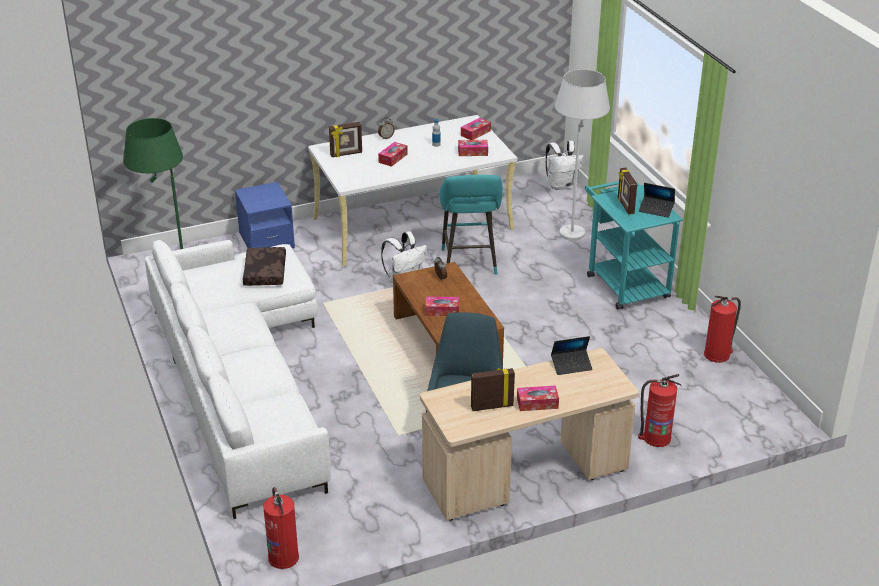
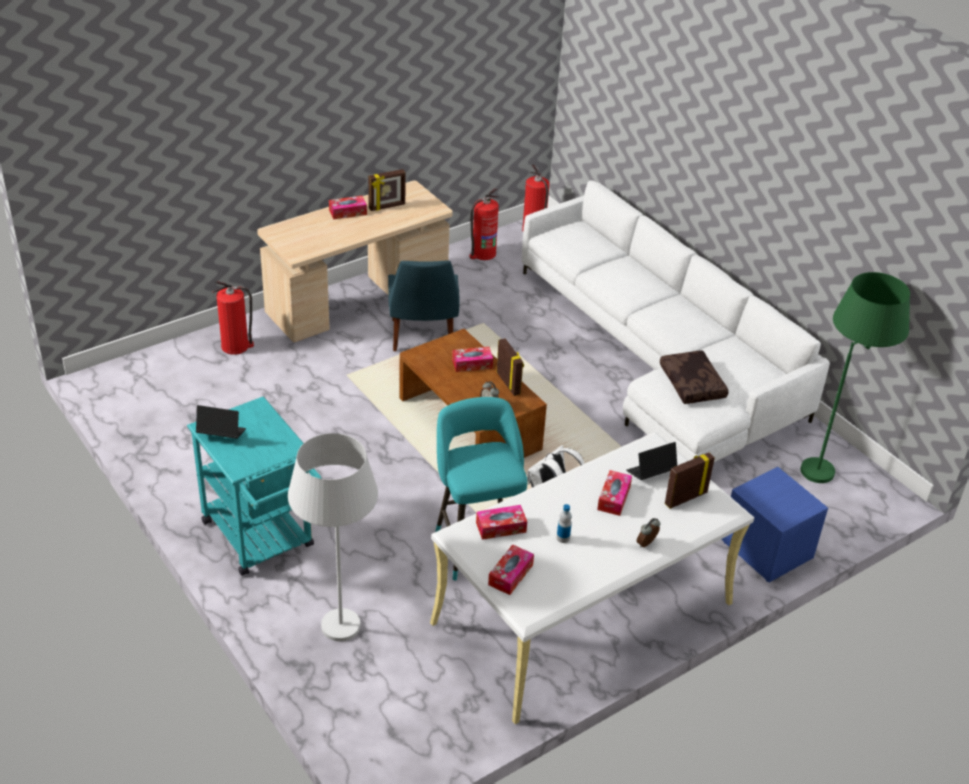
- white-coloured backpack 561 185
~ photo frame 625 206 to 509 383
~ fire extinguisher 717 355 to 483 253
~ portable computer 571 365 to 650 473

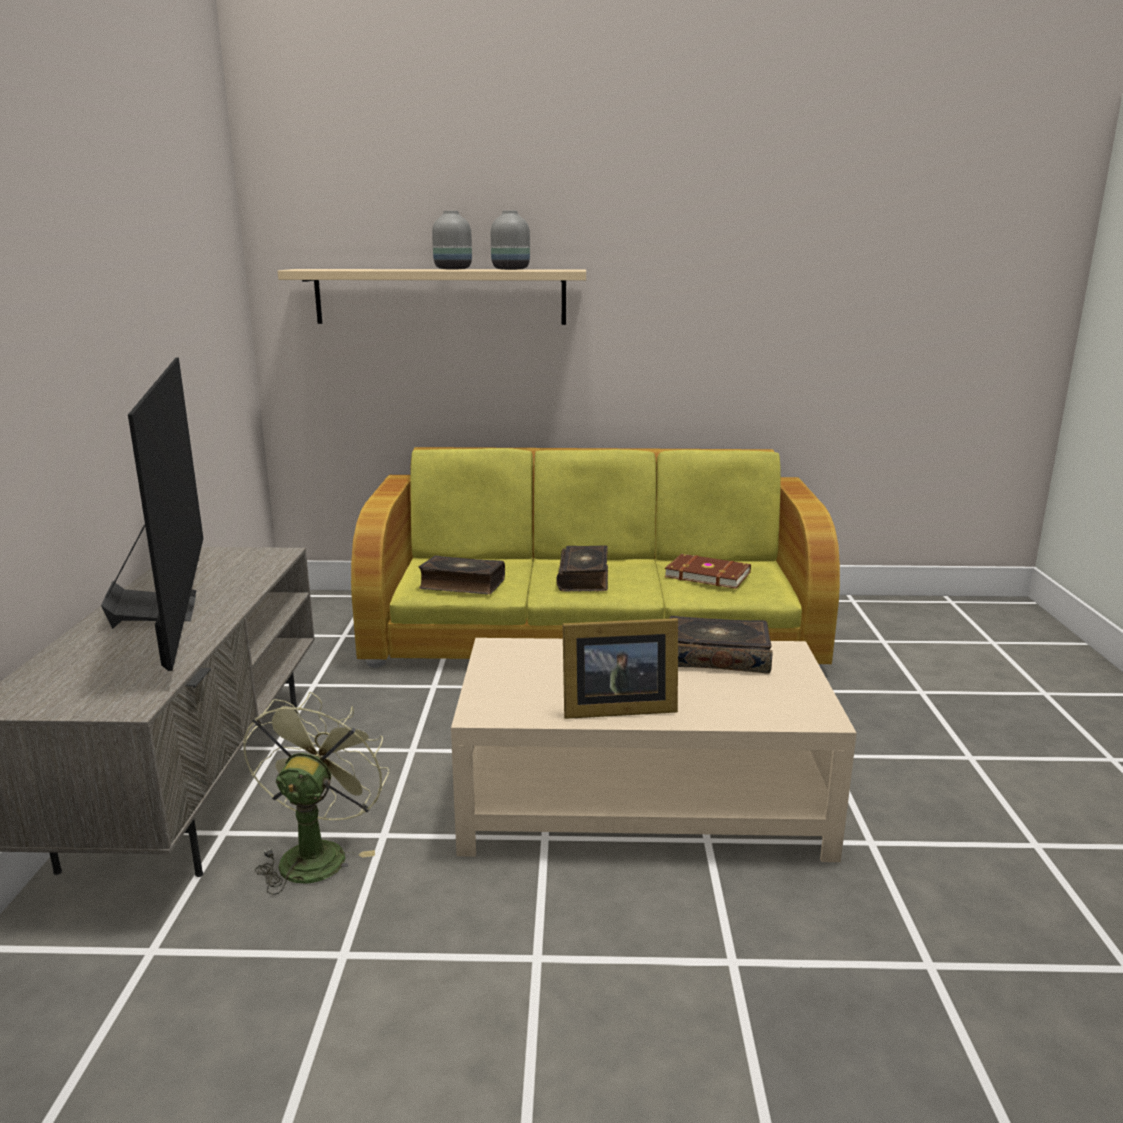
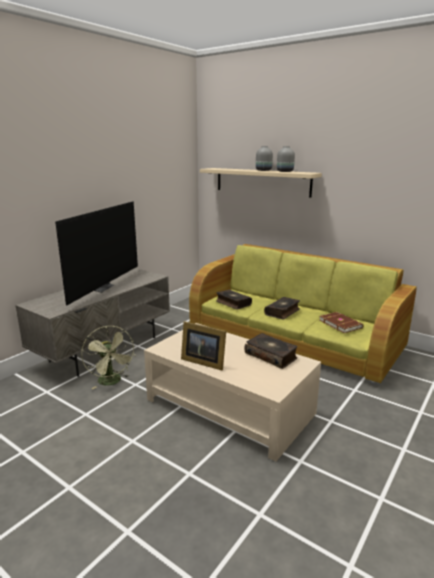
~ green fan 316 853 = 112 382 105 degrees clockwise

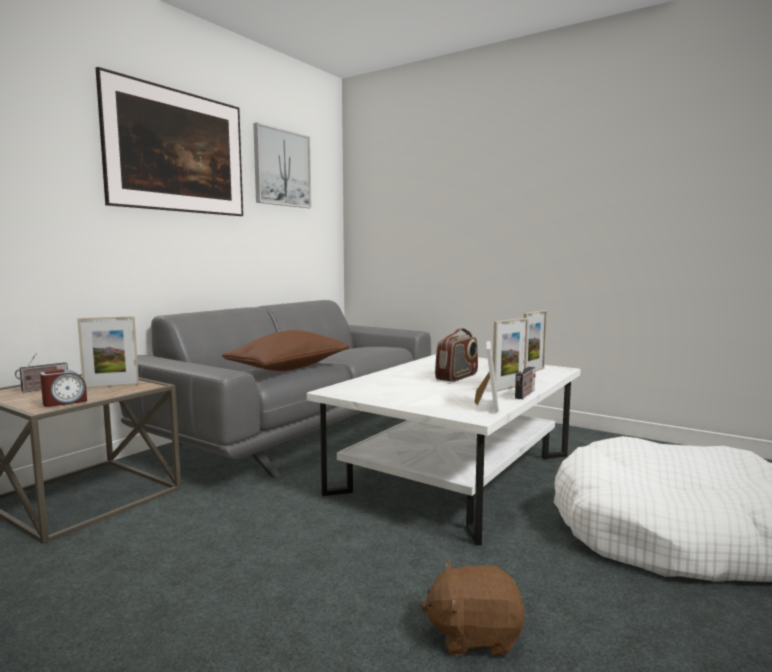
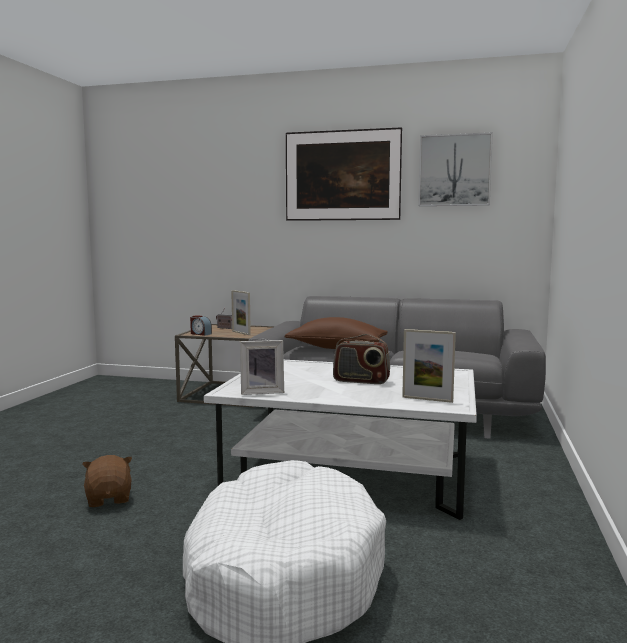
- photo frame 509 388
- radio set 525 395

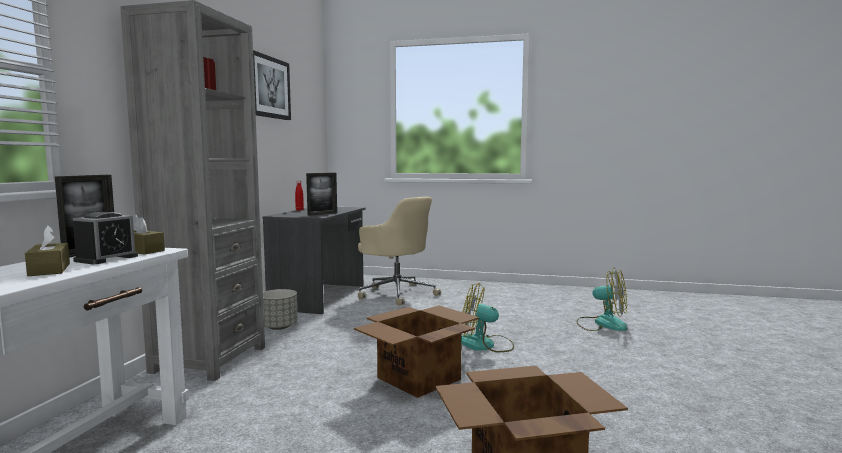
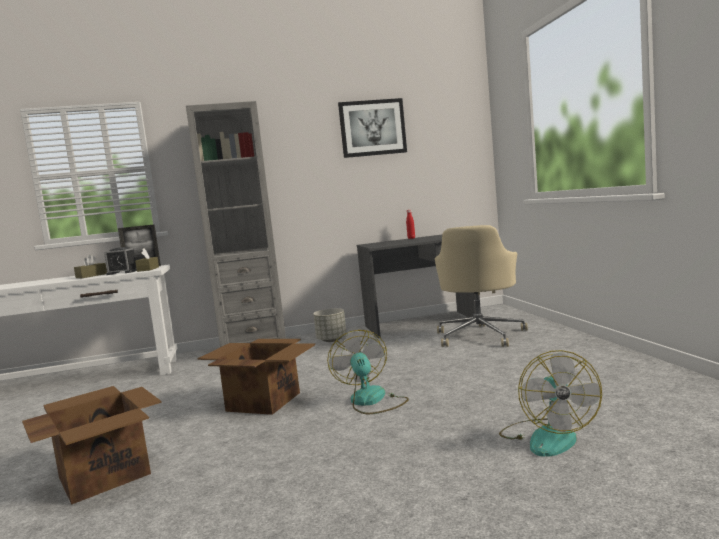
- photo frame 322 214

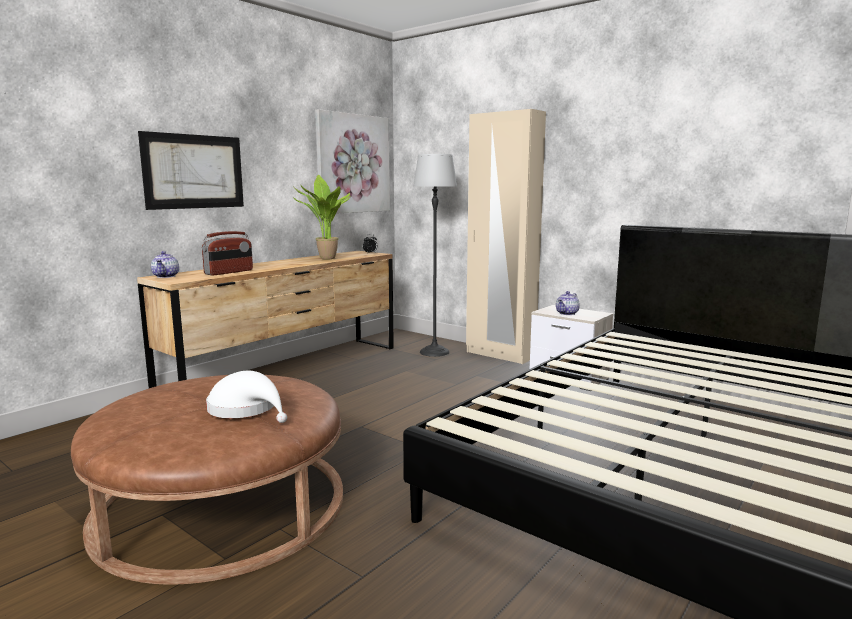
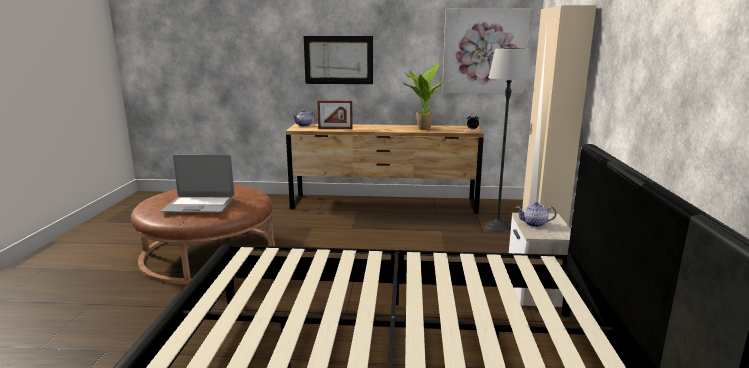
~ radio set 229 272 to photo frame 335 128
~ white-coloured wearable hat 246 409 to portable computer 199 205

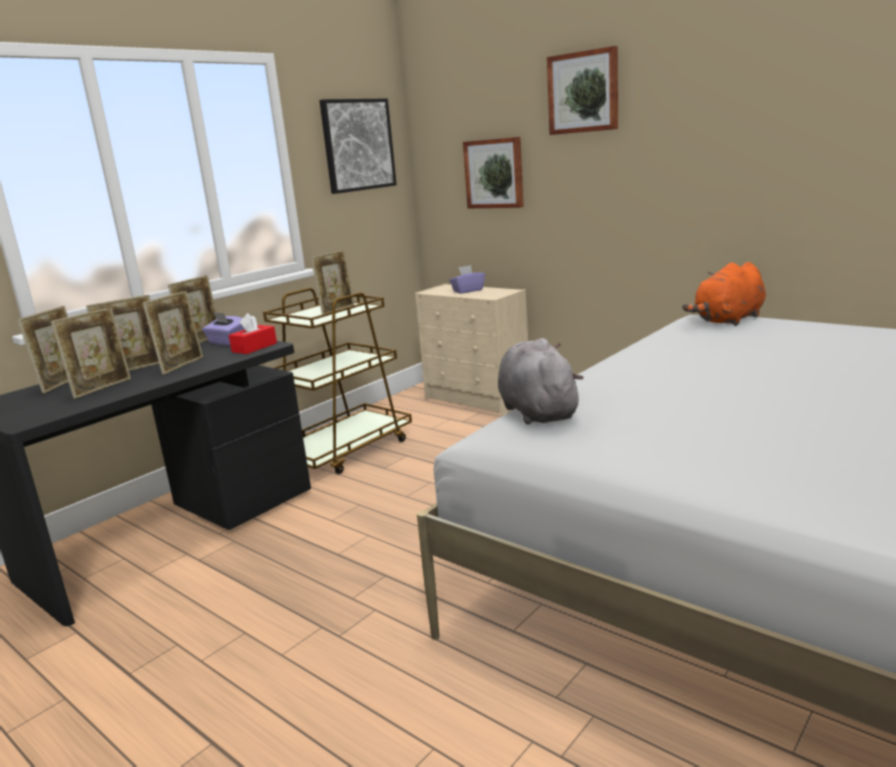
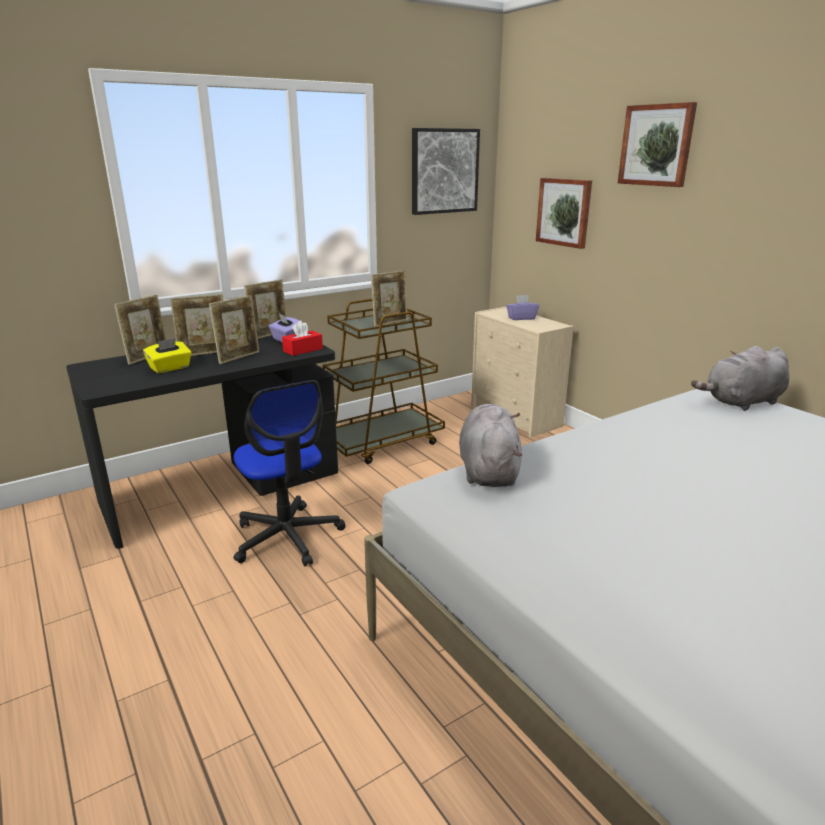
~ orange-coloured plush toy 728 320 to greyish plush toy 741 402
~ photo frame 102 388 to yellow-coloured box of tissues 170 368
+ computer chair 287 537

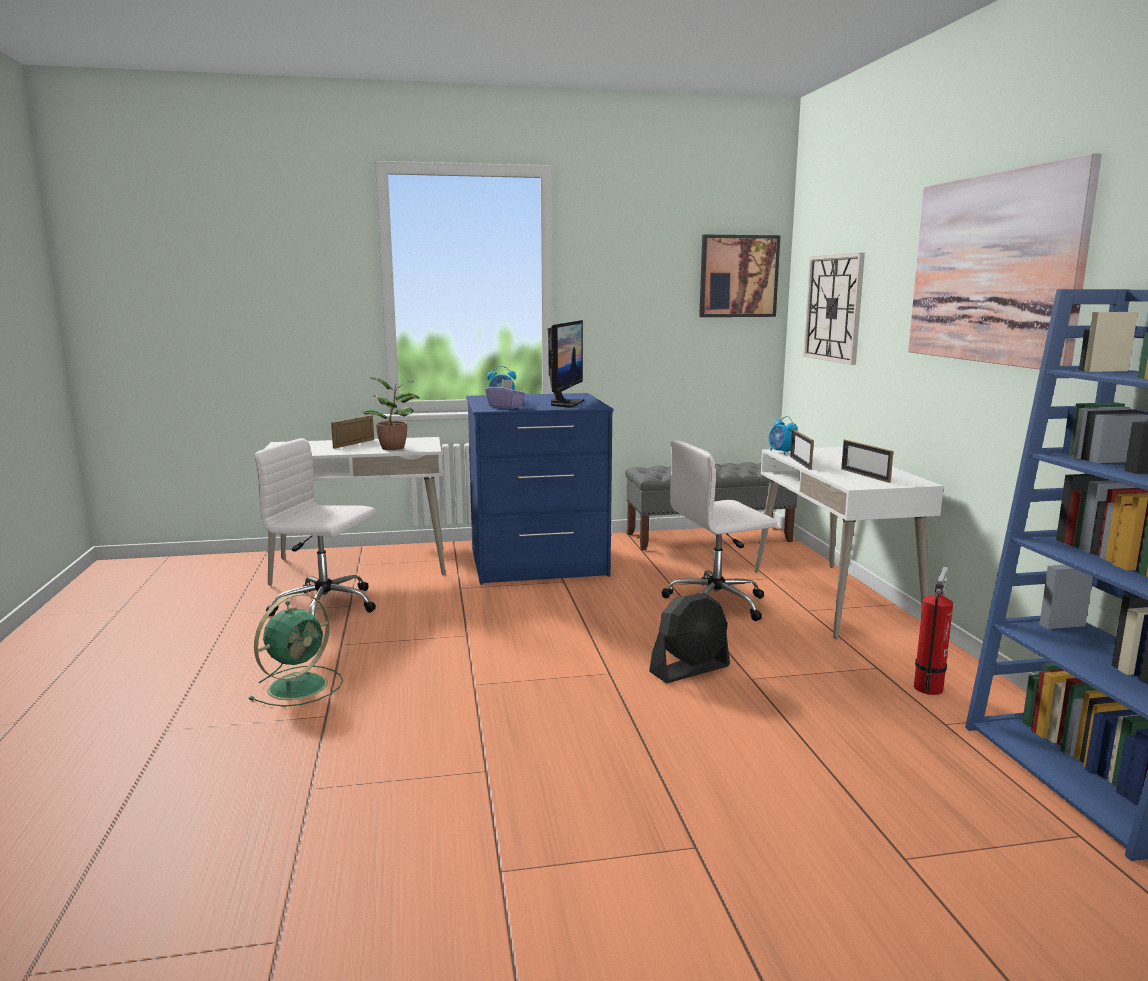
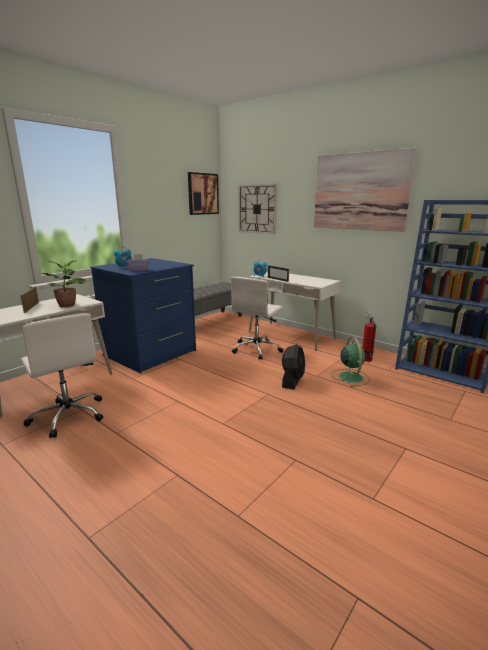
- computer display 565 403
~ white-coloured computer chair 327 607 = 68 415 105 degrees counterclockwise
- photo frame 865 475
~ green fan 300 685 to 350 377

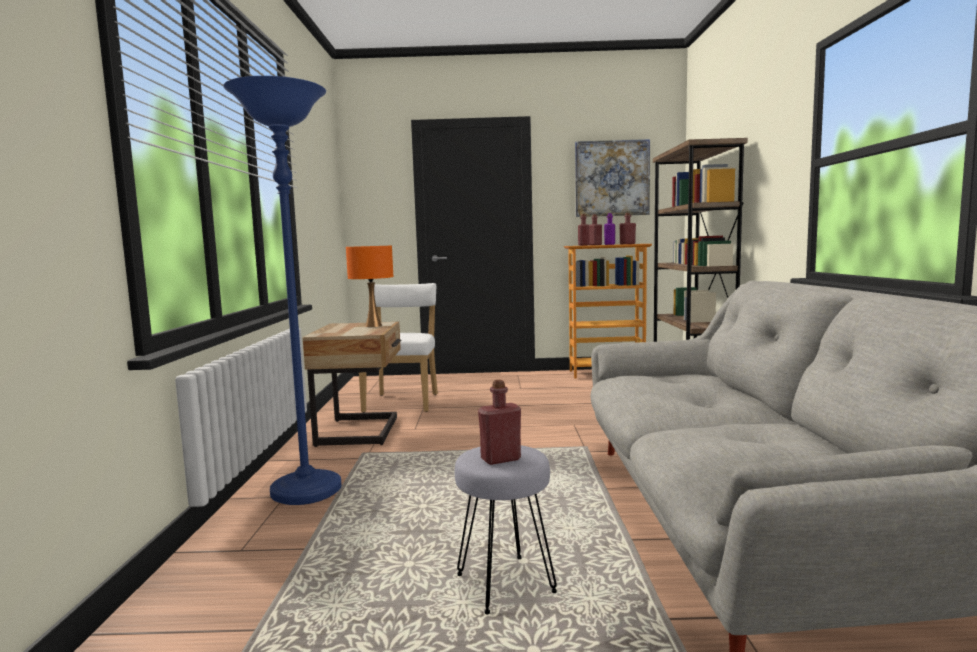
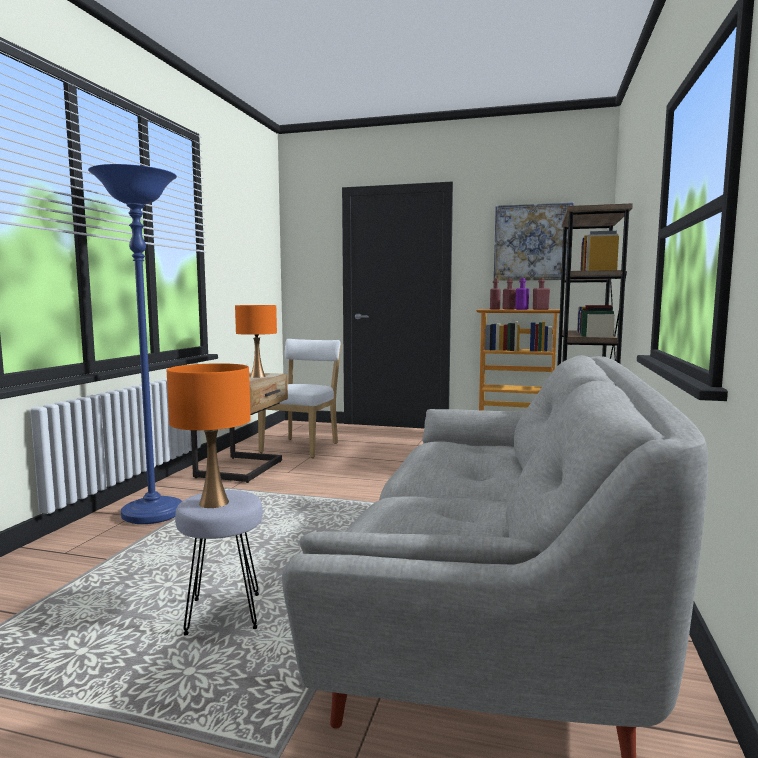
~ reddish bottle 500 459 to orange-coloured table lamp 213 503

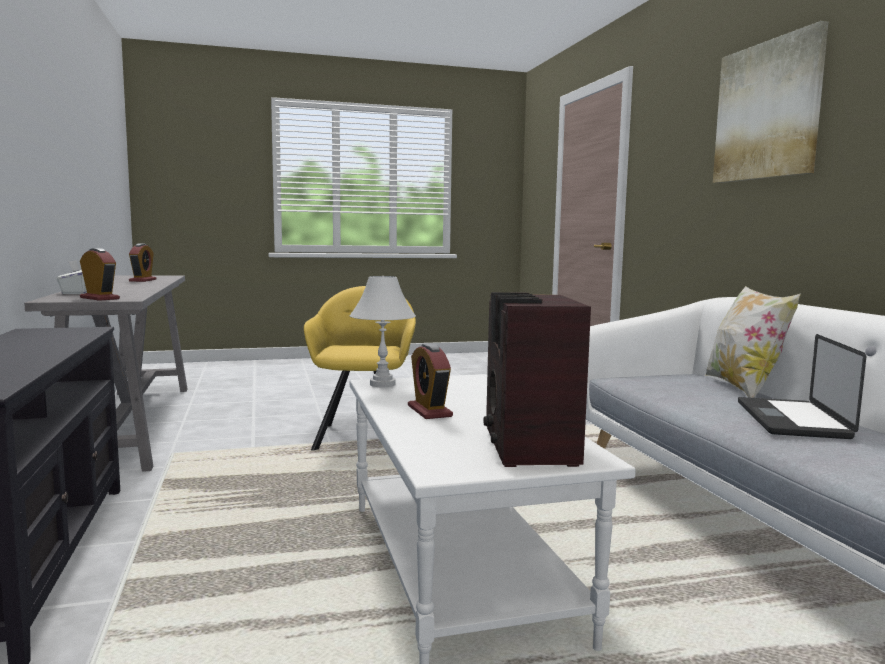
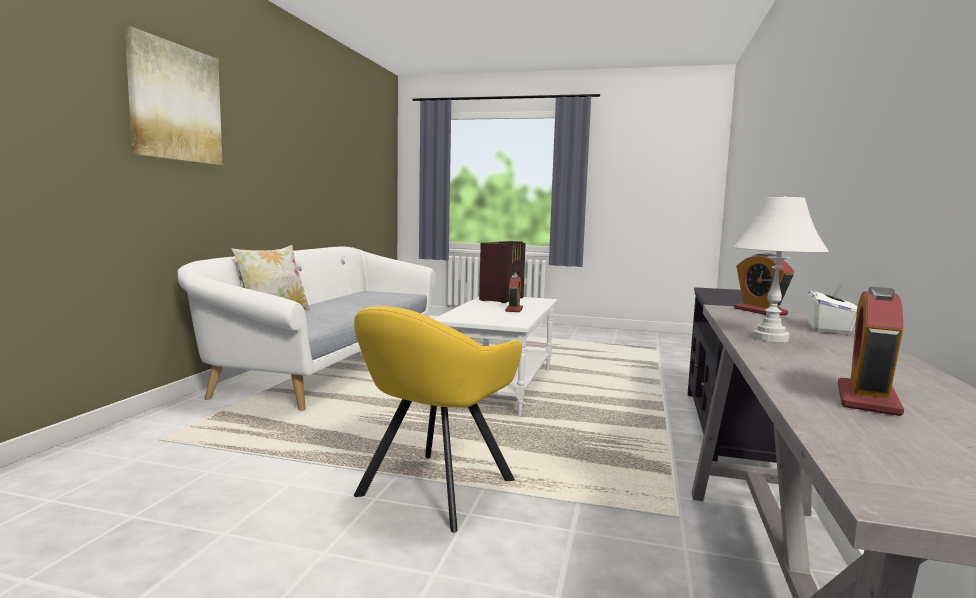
~ white-coloured table lamp 383 384 to 769 338
- portable computer 791 420

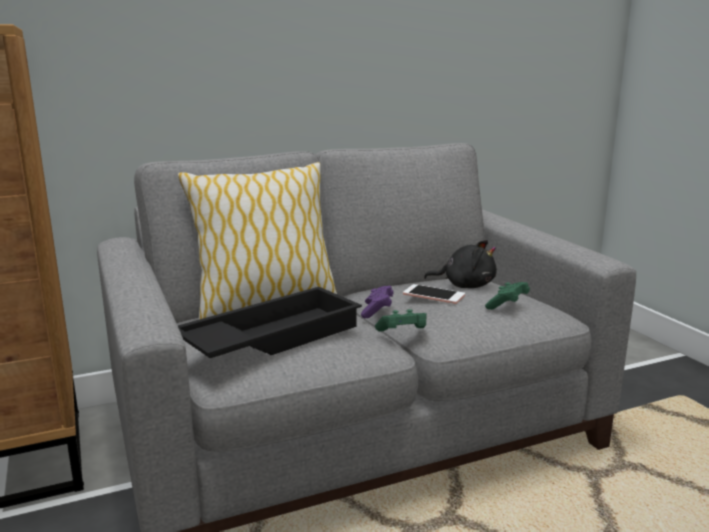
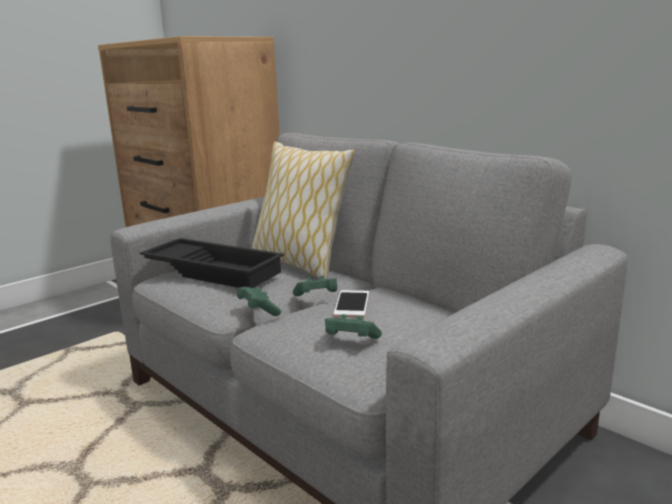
- black plush toy 465 285
~ purple game controller 377 311 to green game controller 317 297

